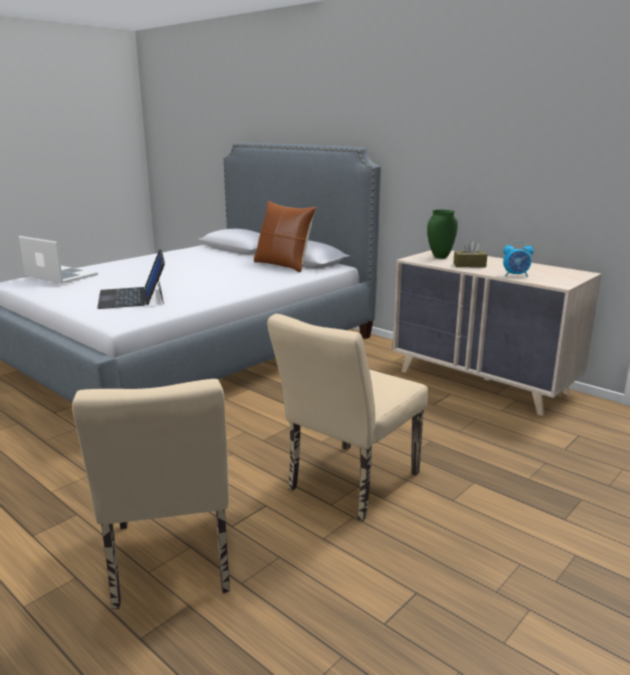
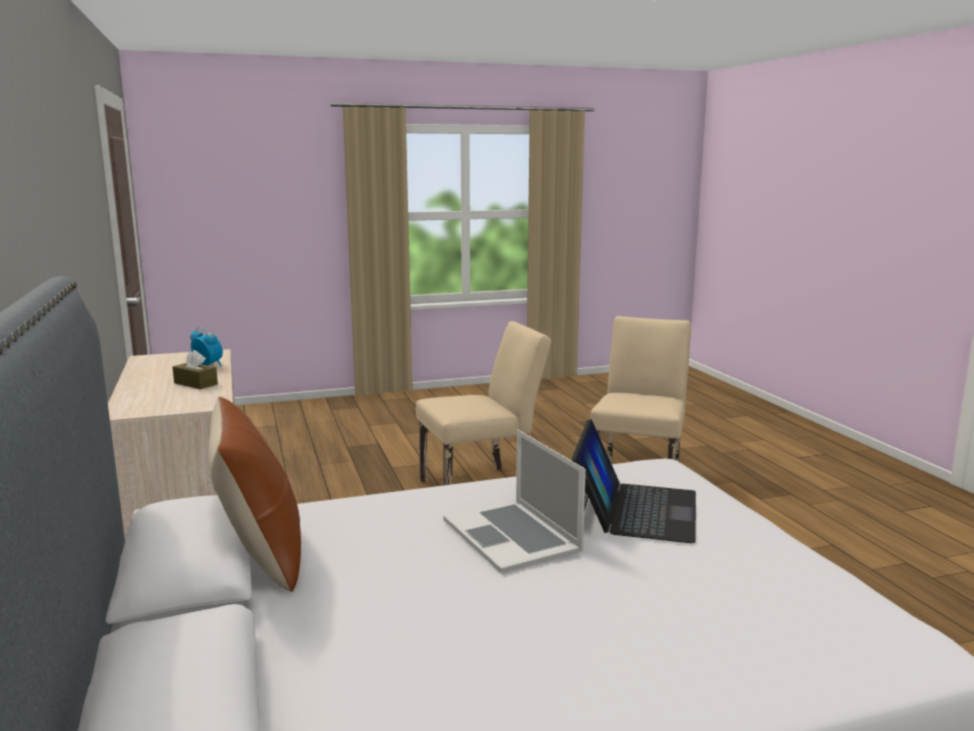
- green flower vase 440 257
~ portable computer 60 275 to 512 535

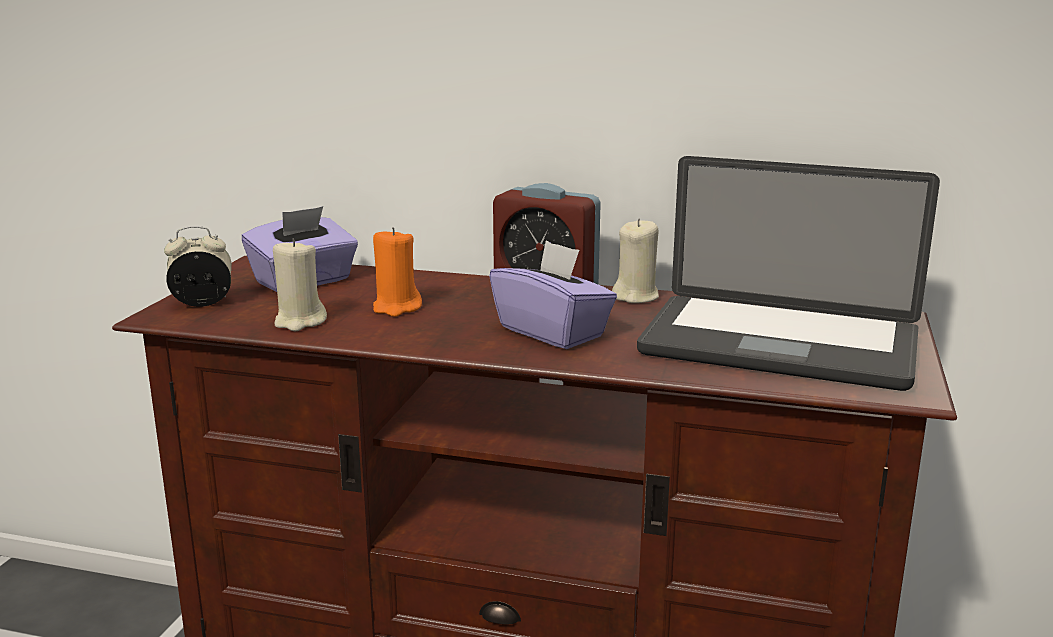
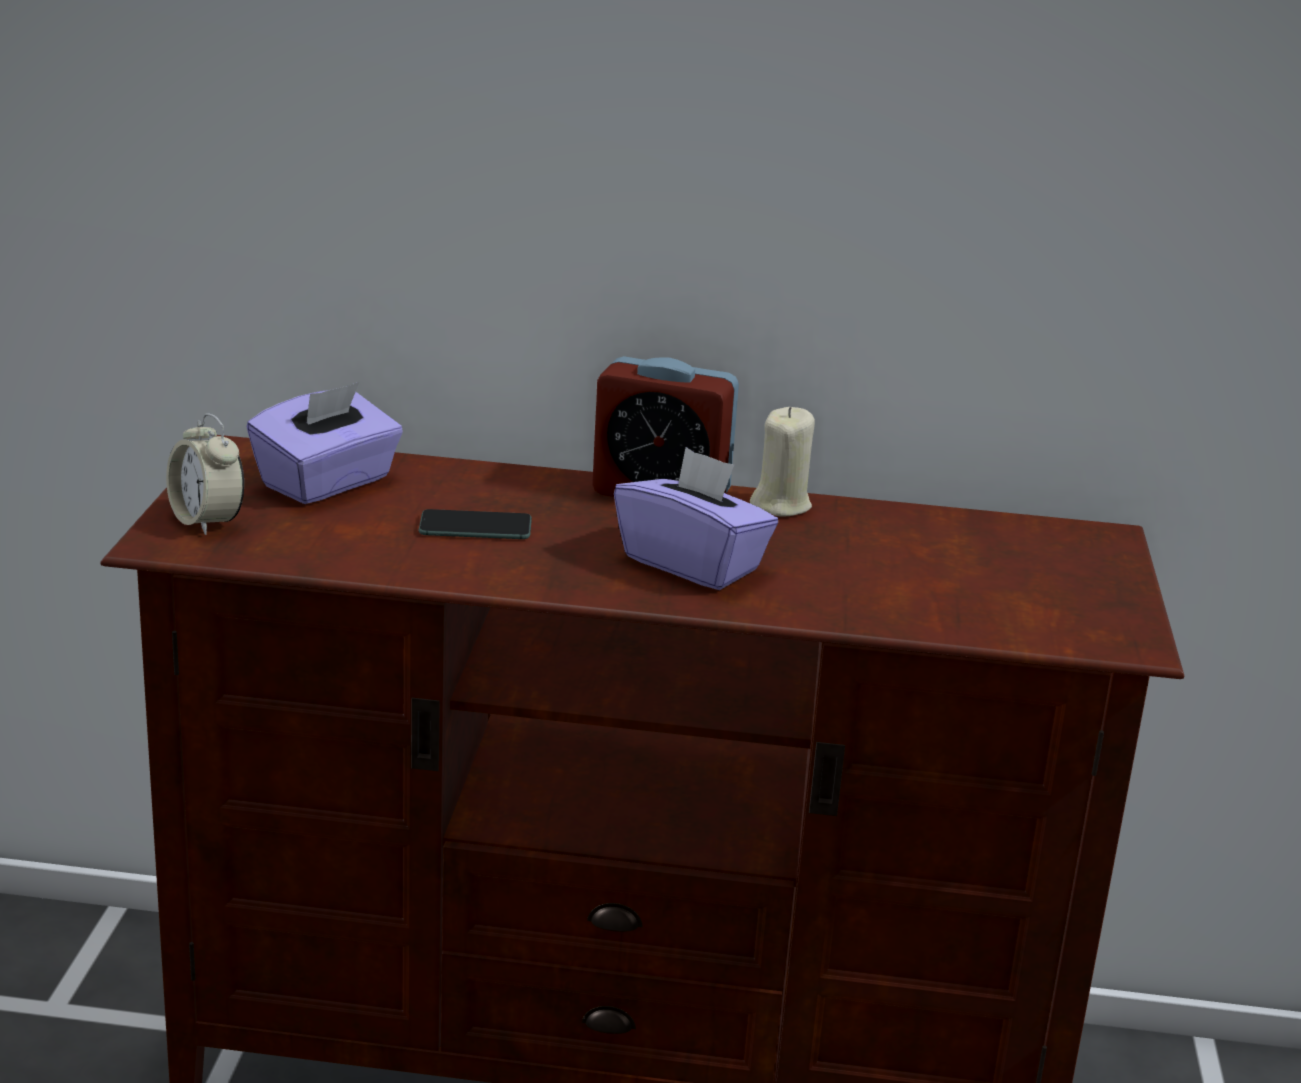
- portable computer 779 345
~ bedside clock 202 303 = 206 521 105 degrees counterclockwise
~ orange-coloured candle 396 308 to phone 475 527
- beige-coloured candle 299 322

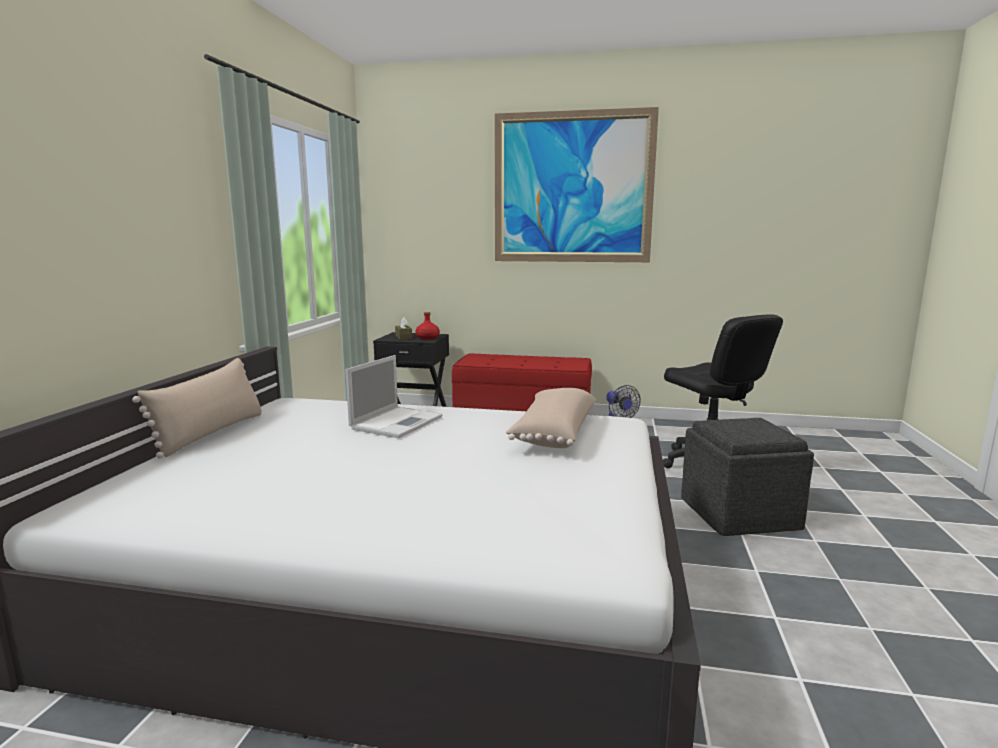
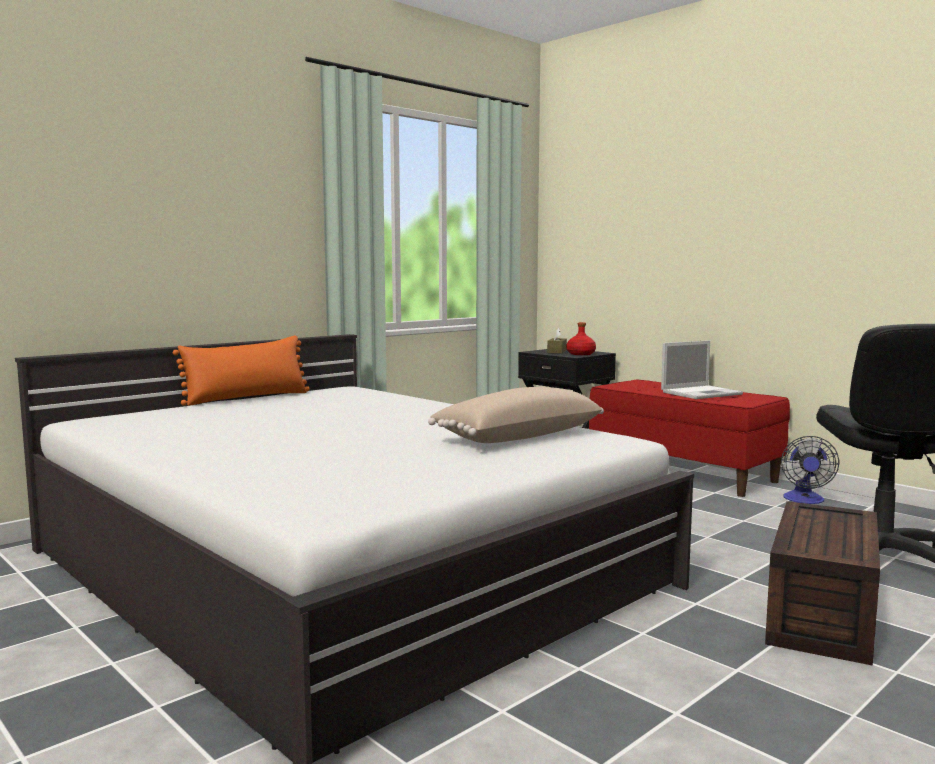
- wall art 572 188
~ portable computer 397 422 to 702 393
~ beige-coloured cushion 211 433 to orange-coloured cushion 247 398
~ greyish pouffe 740 514 to brown storage container 824 617

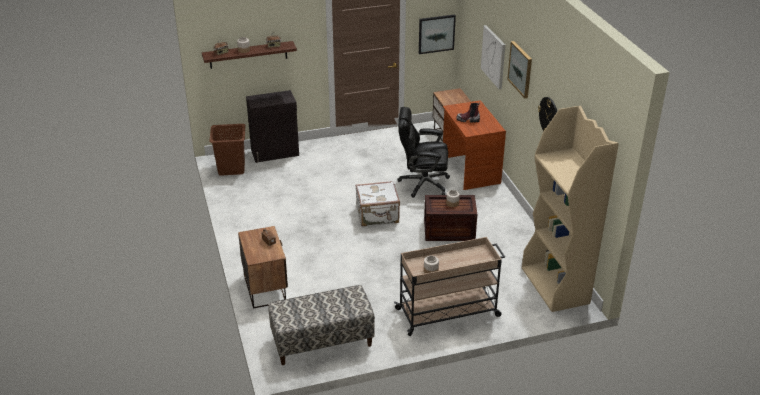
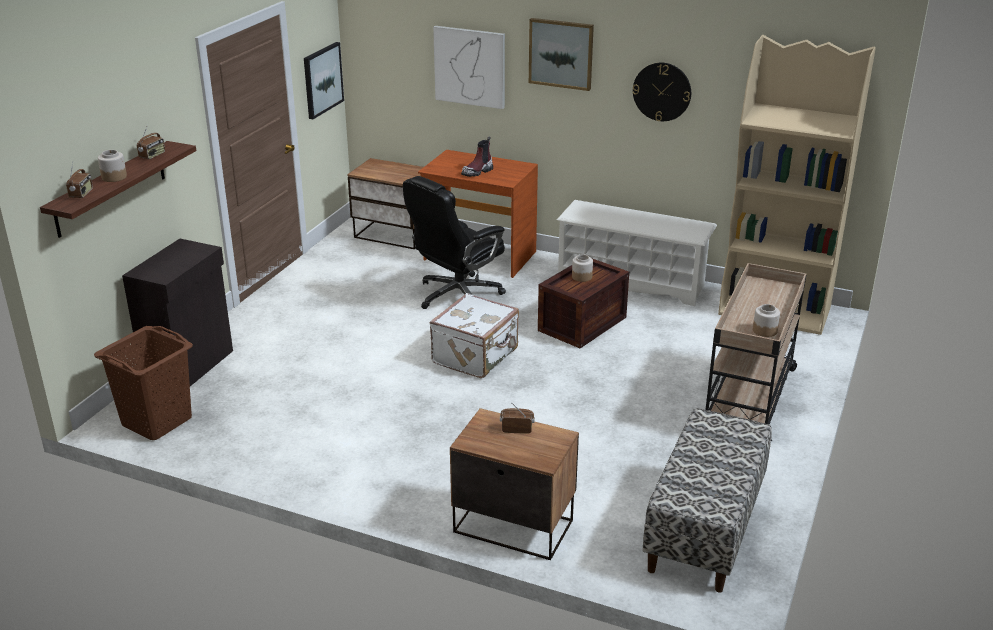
+ white-coloured shoe stand 632 282

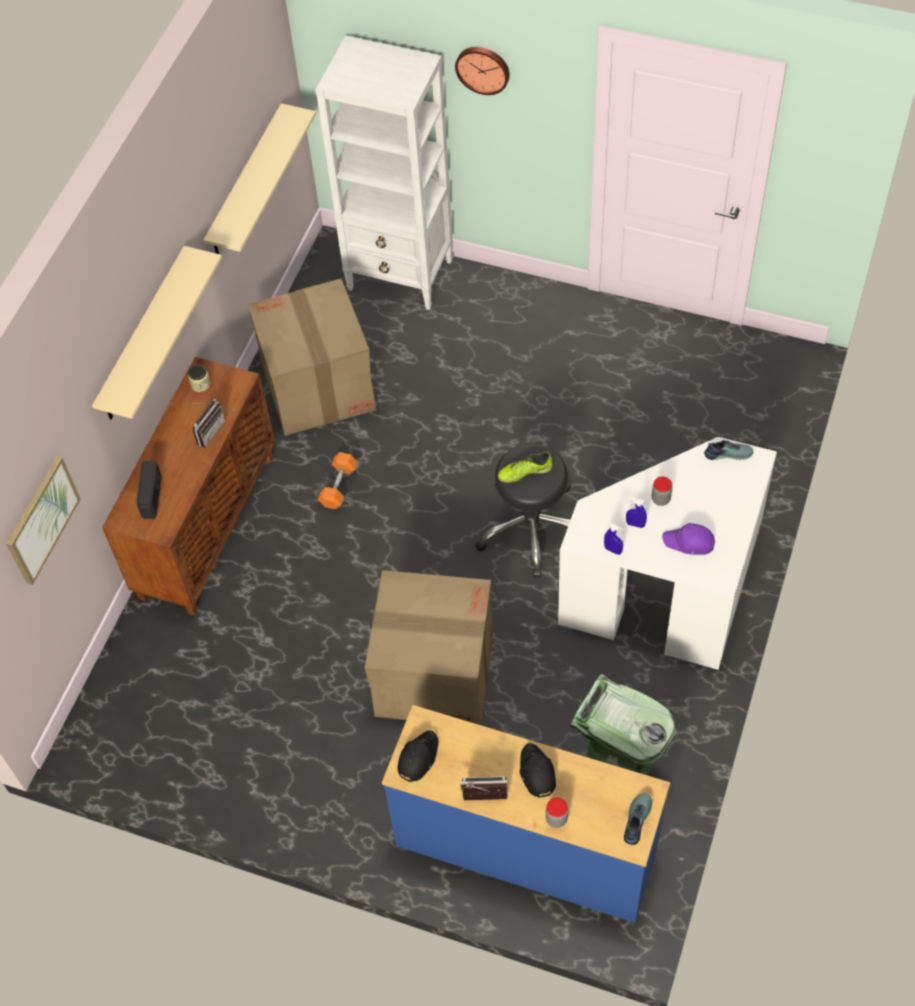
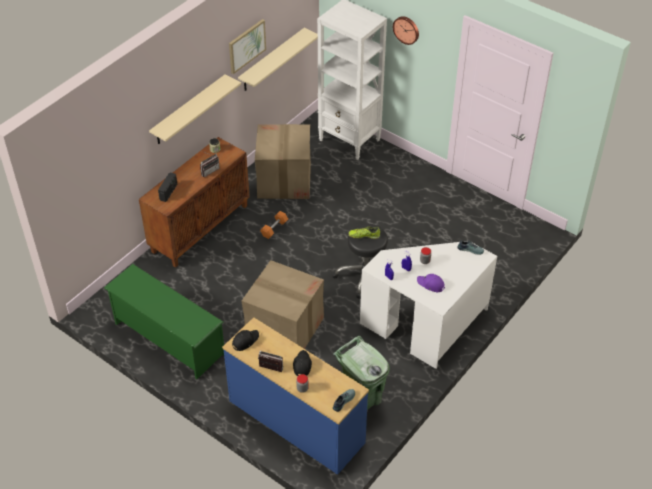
~ wall art 41 519 to 246 46
+ green shoe stand 168 338

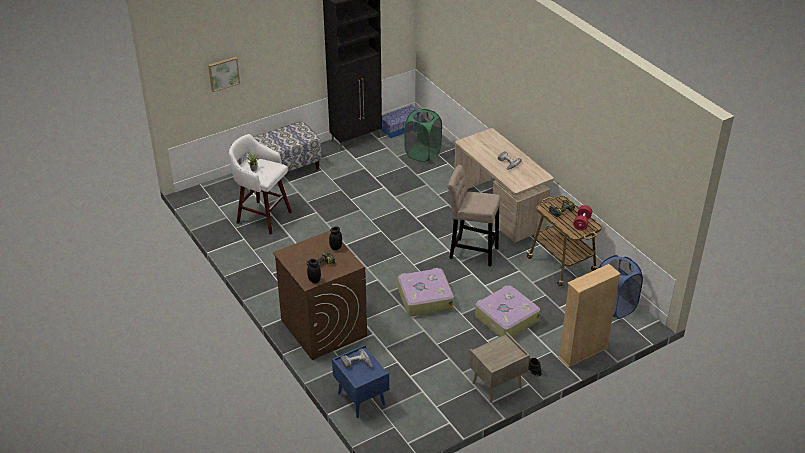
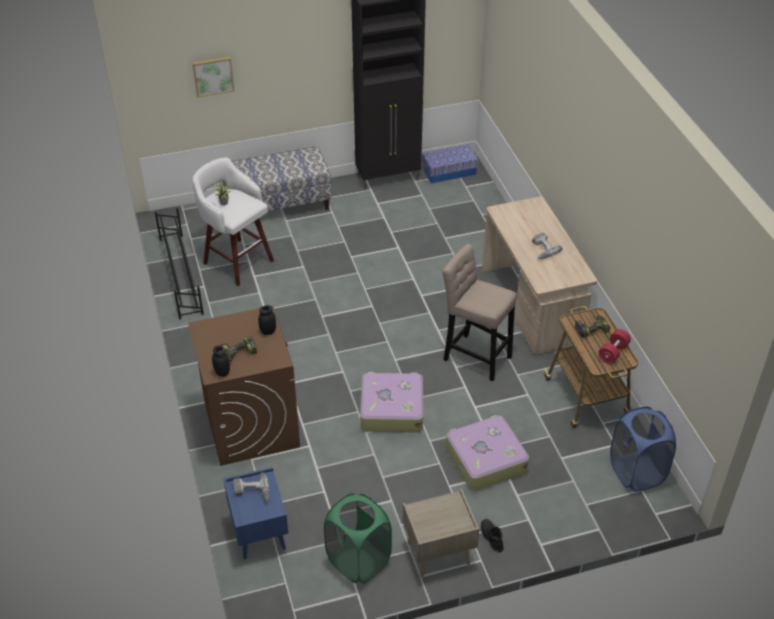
~ green washing basket 422 154 to 358 560
- beige-coloured bookcase 583 353
+ black shoe stand 181 275

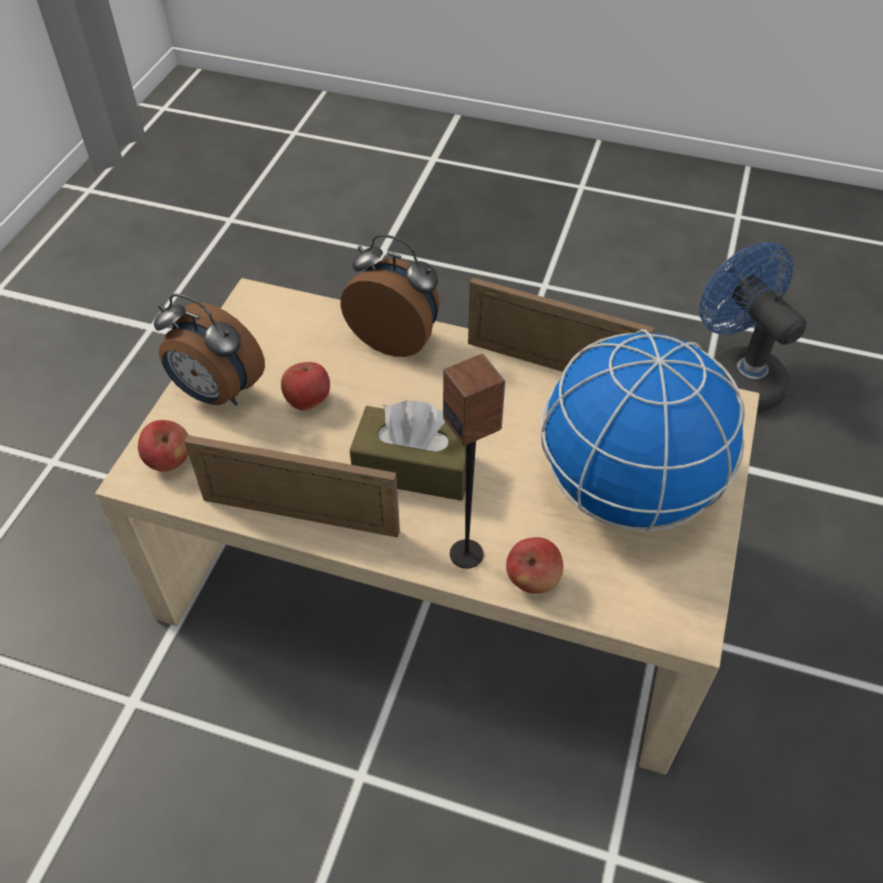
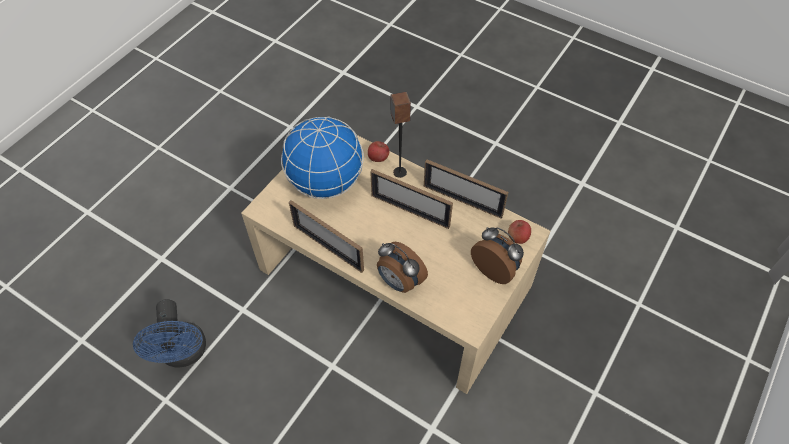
- whole apple 308 401
~ brown box of tissues 414 468 to photo frame 410 211

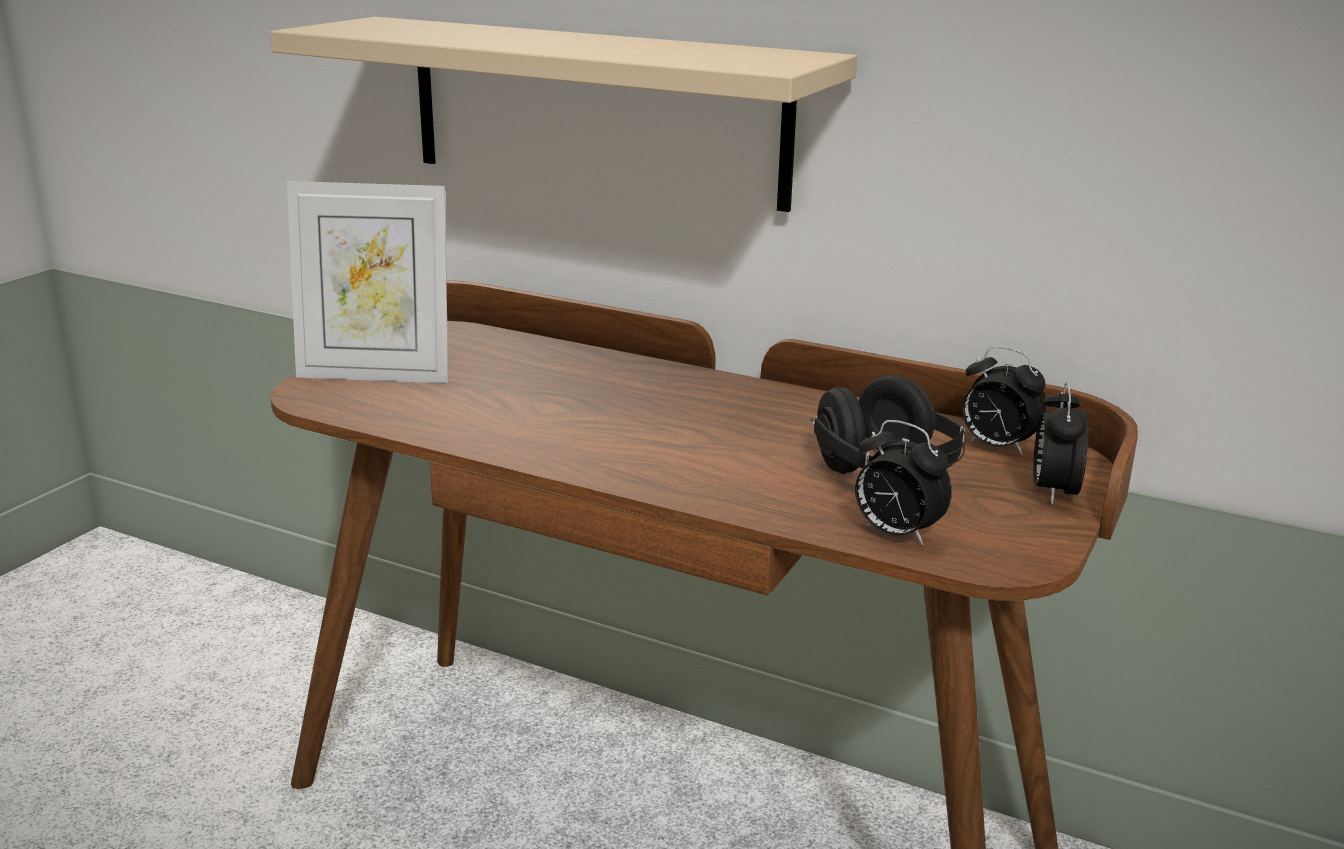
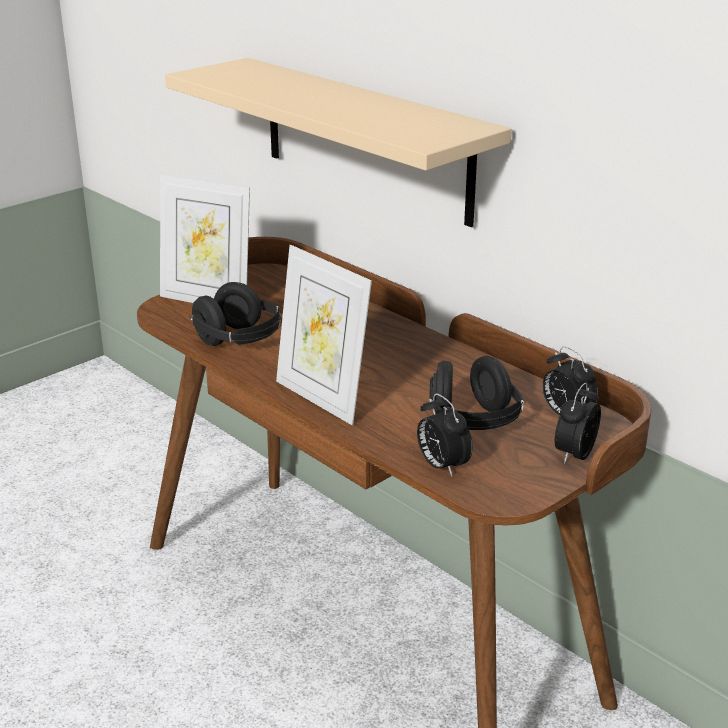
+ photo frame 322 398
+ black headset 239 341

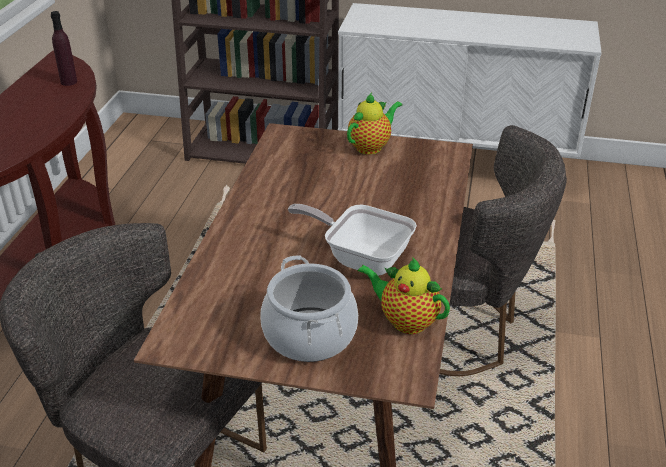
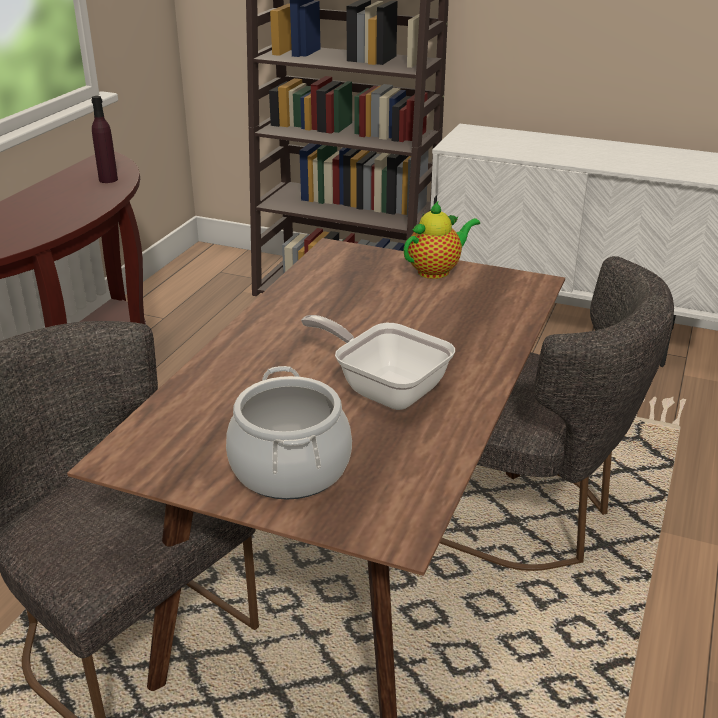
- pot for tea 405 321

